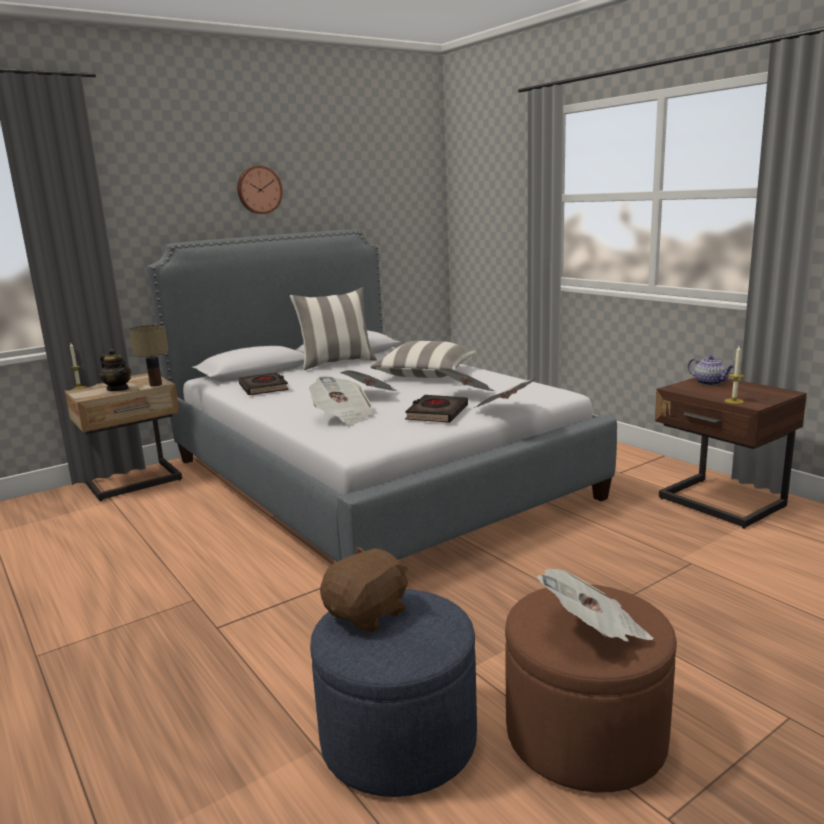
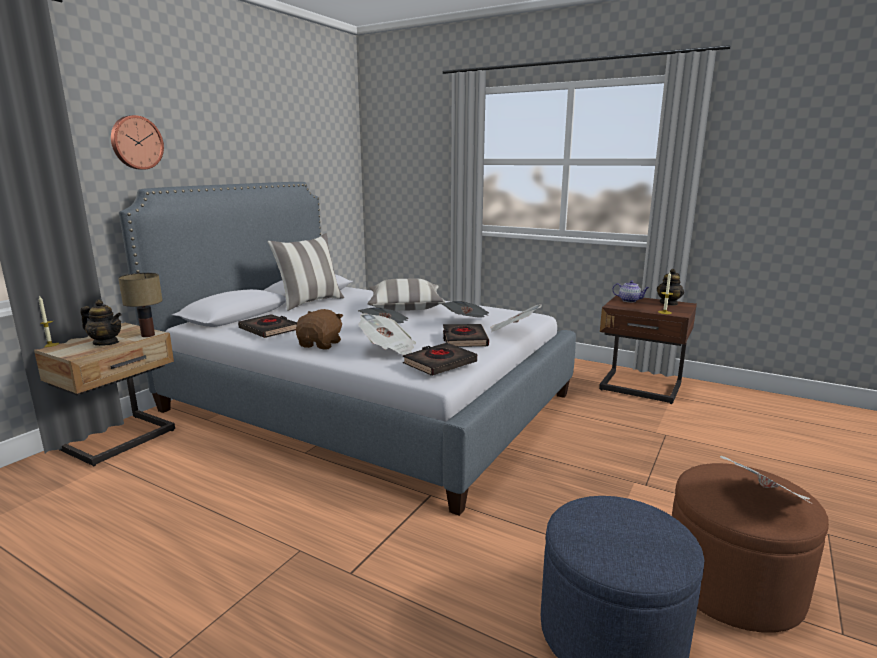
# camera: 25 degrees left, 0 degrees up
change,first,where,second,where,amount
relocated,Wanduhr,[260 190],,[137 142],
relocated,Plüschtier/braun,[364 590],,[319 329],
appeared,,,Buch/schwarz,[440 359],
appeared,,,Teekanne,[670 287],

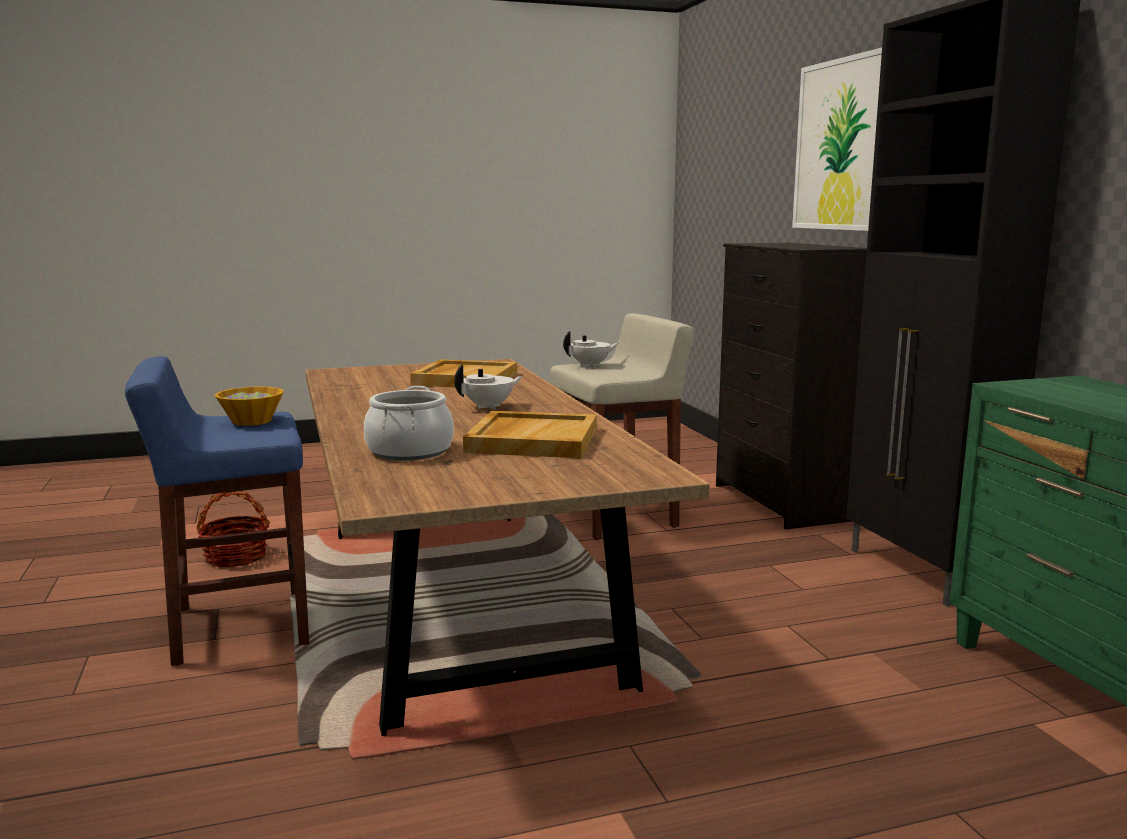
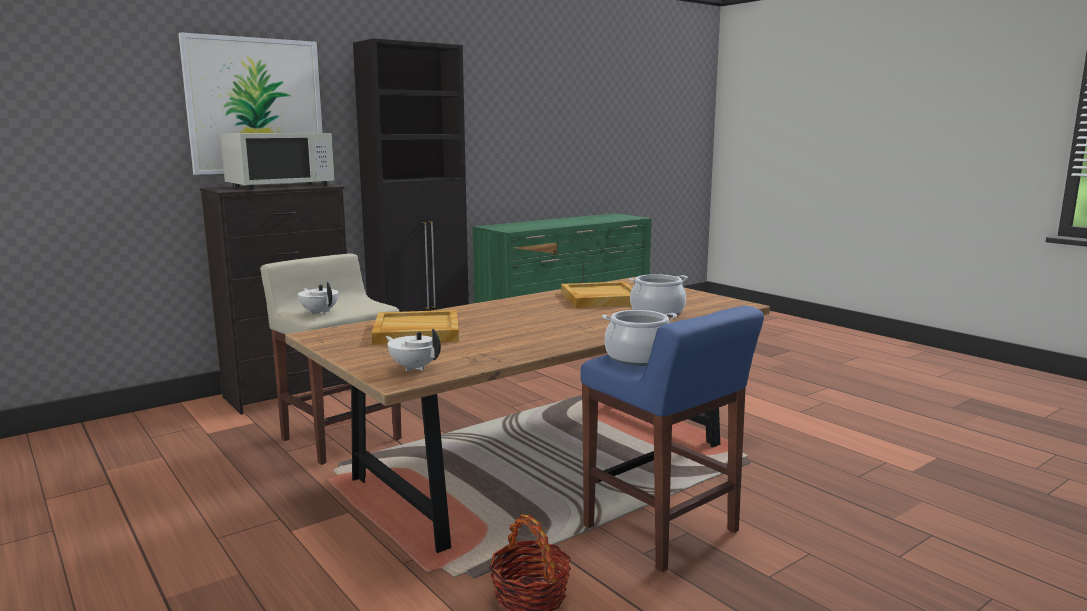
# camera: 110 degrees left, 0 degrees up
change,first,where,second,where,amount
exchanged,Schüssel,[249 406],Kochtopf,[639 338],
relocated,Teekanne/weiß,[488 387],,[413 350],
appeared,,,Mikrowelle/weiß,[277 161],

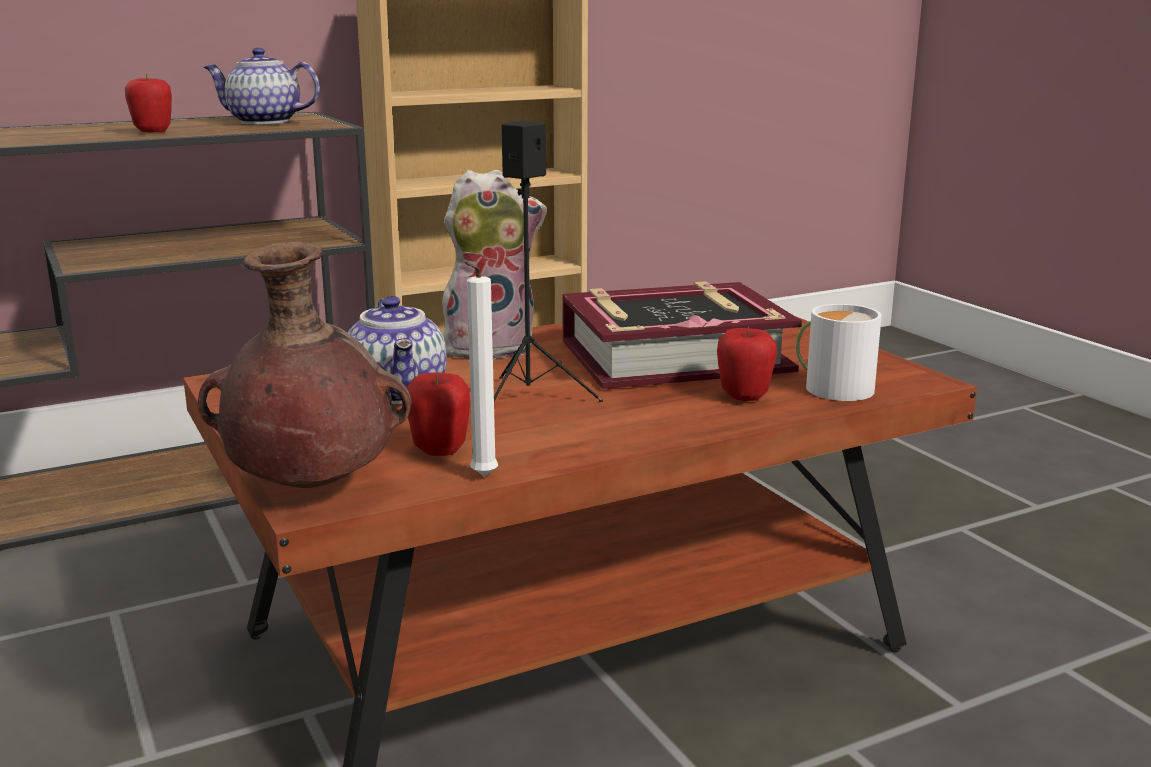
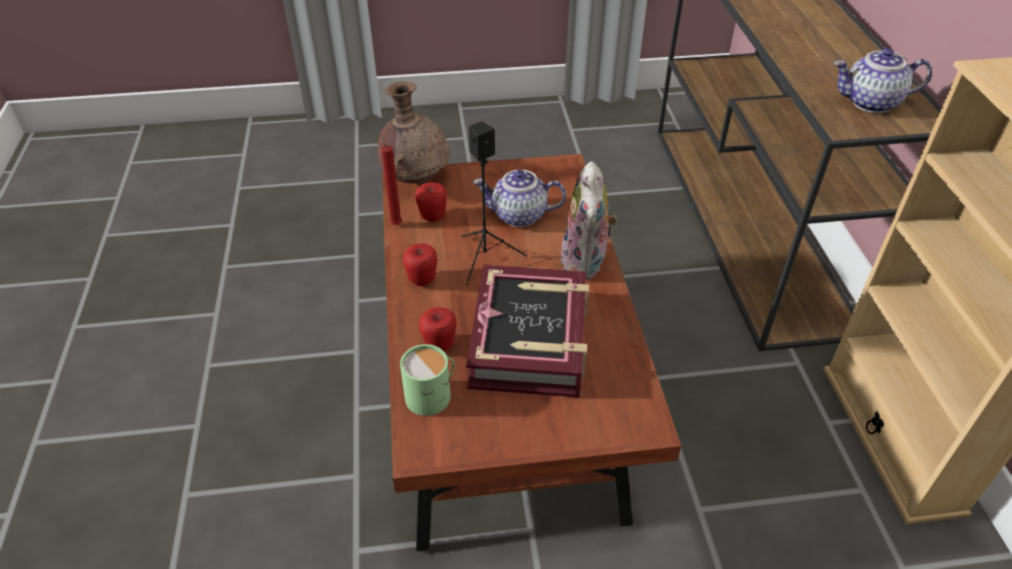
# camera: 110 degrees right, 25 degrees up
change,first,where,second,where,amount
relocated,Apfel,[148 103],,[420 264],
spun,Teekanne,[261 86],,[882 80],120 degrees counterclockwise
colour,Kerze/weiß,[480 368],Kerze/rot,[390 179],
colour,Henkelbecher/weiß,[838 352],Henkelbecher/grün,[427 380],

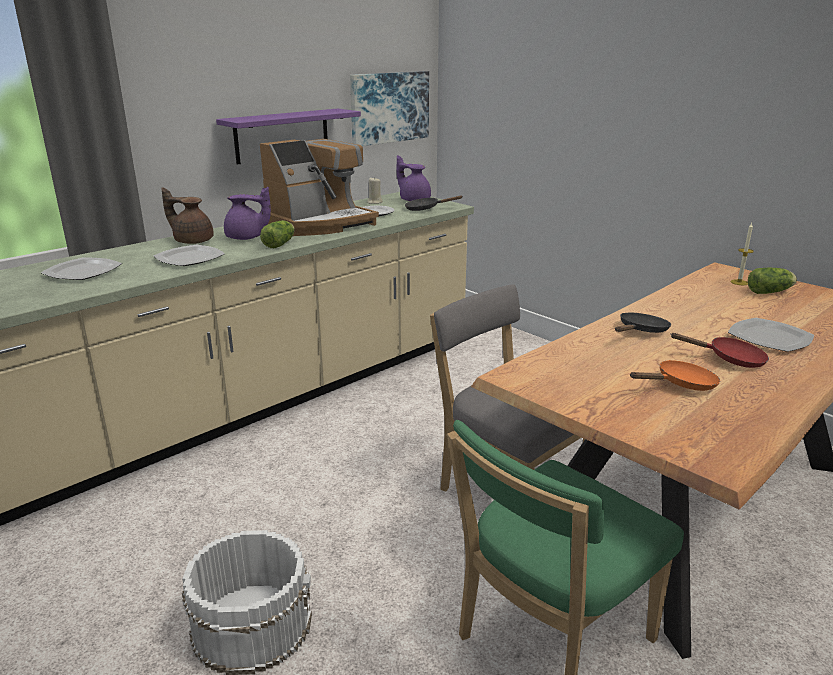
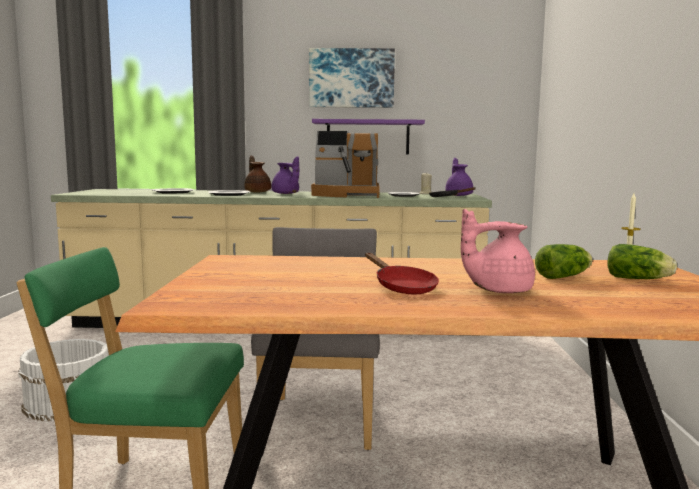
# camera: 45 degrees right, 15 degrees down
change,first,where,second,where,amount
relocated,Salatkopf,[277 234],,[564 261],
relocated,Bild,[389 108],,[352 78],
missing,Pfanne/schwarz,[643 323],,,
missing,Pfanne/orange,[675 375],,,
exchanged,Teller,[771 335],Teekanne/rosa,[498 251],

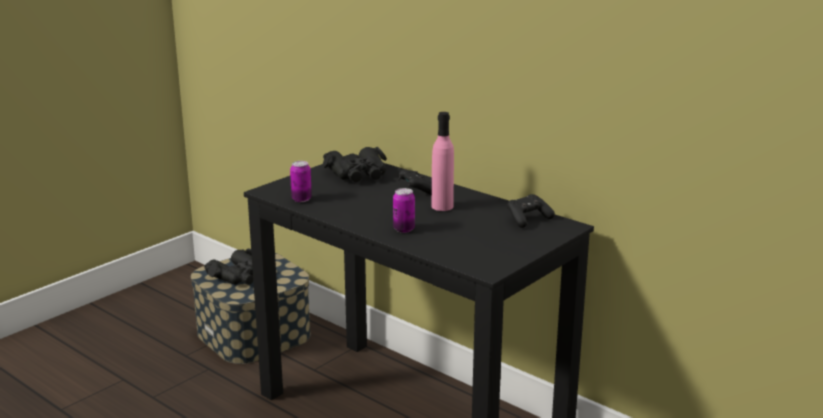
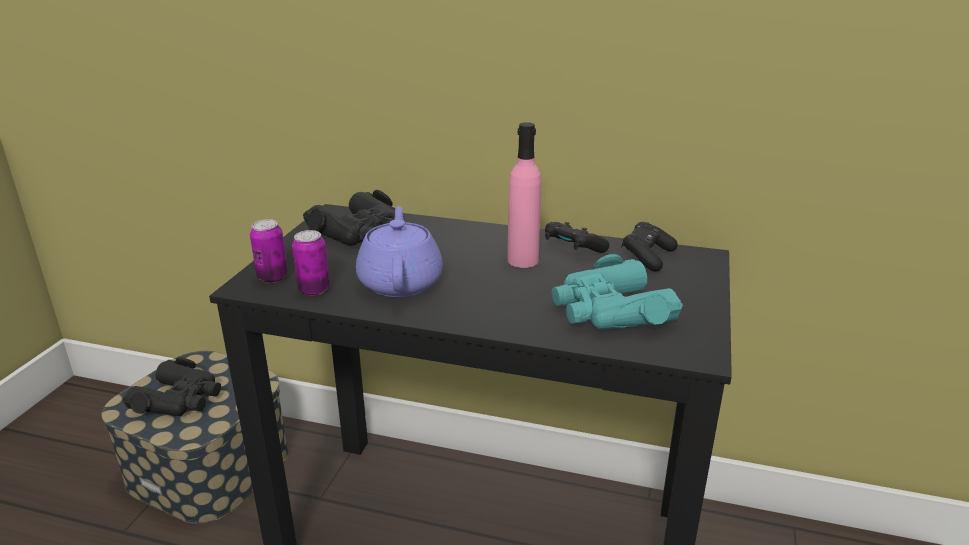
# camera: 25 degrees left, 5 degrees up
change,first,where,second,where,amount
relocated,Dose,[404 210],,[269 251],
relocated,Gamepad/schwarz,[415 182],,[577 237],
appeared,,,Teekanne/lila,[399 251],
appeared,,,Fernglas/türkis,[617 292],

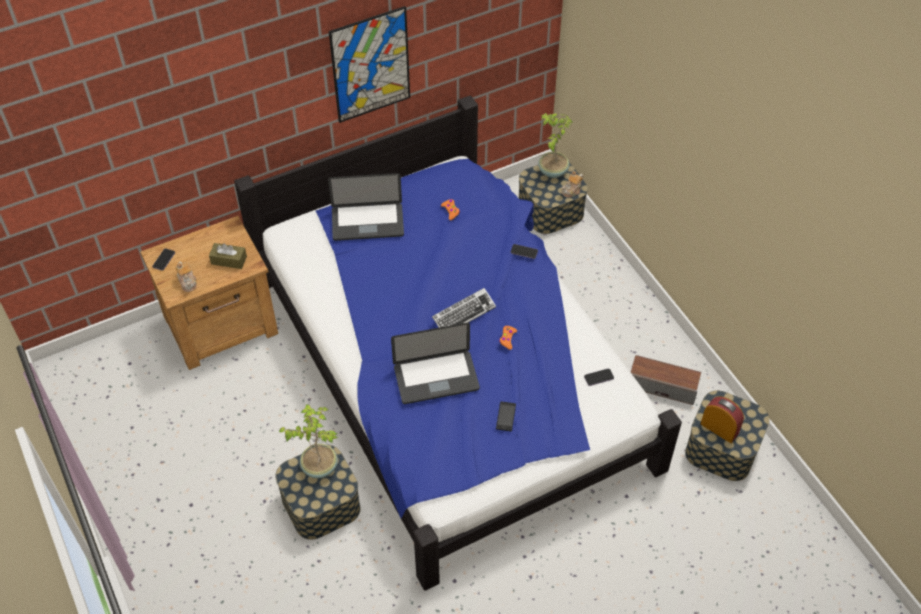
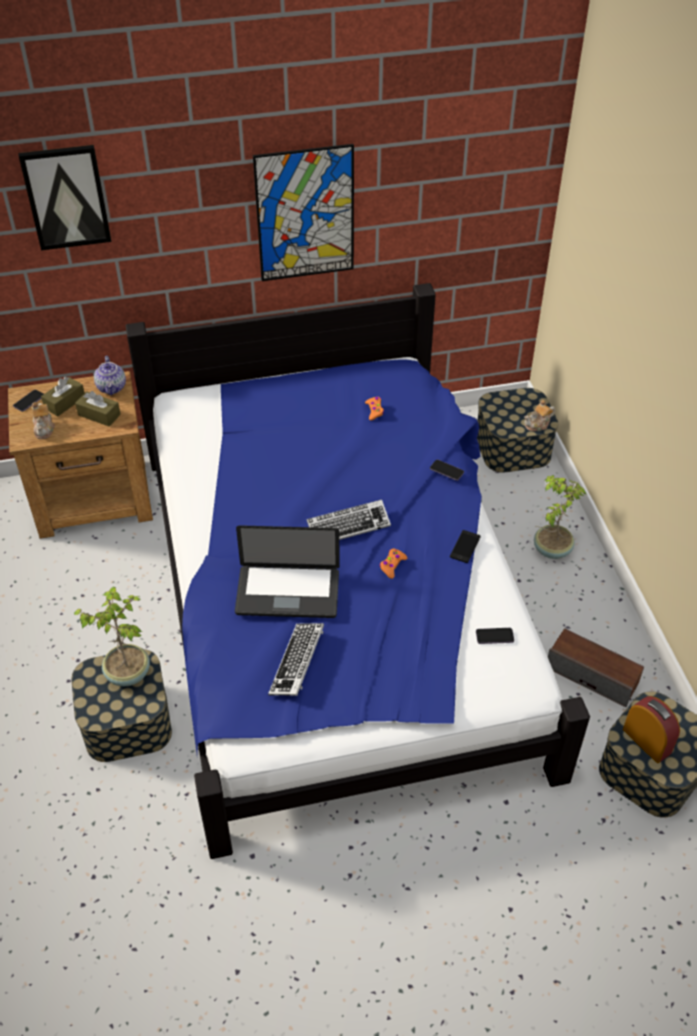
# camera: 15 degrees right, 5 degrees down
change,first,where,second,where,amount
missing,Laptop,[366 207],,,
relocated,Handy,[506 416],,[465 546],
relocated,Topfpflanze,[555 145],,[560 517],
appeared,,,Bild,[65 197],
appeared,,,Taschentuchbox/braun,[63 396],
appeared,,,Teekanne,[110 375],
appeared,,,Tastatur,[296 659],

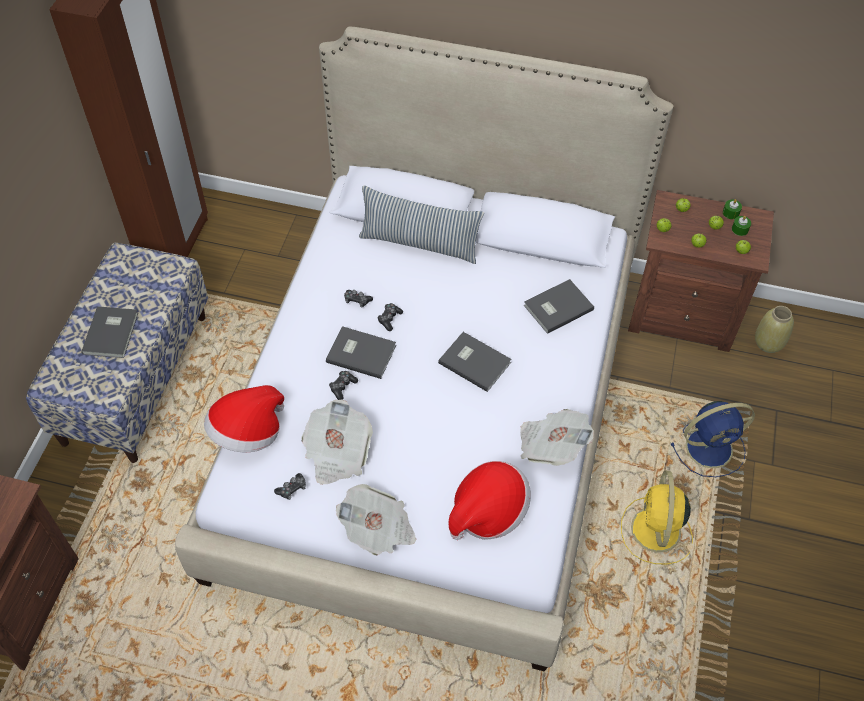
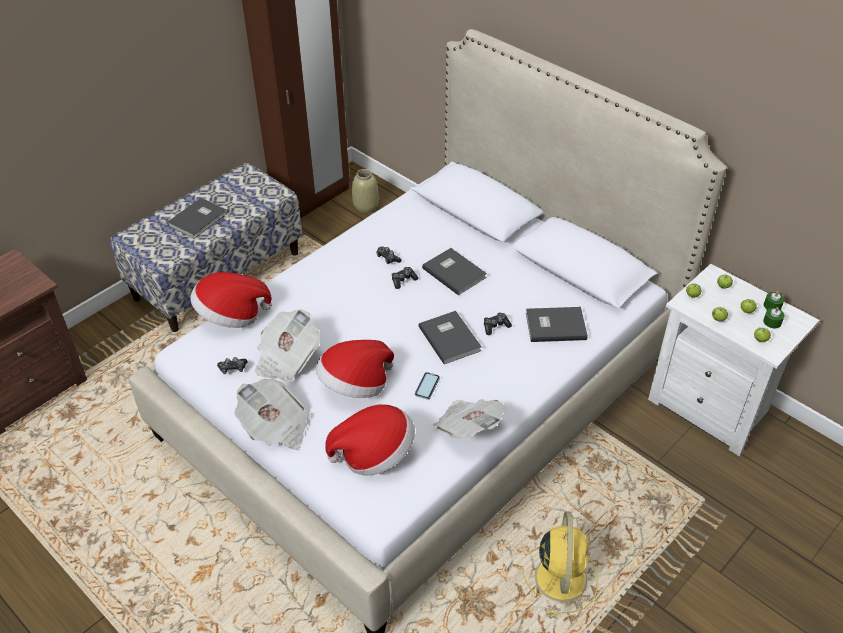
# camera: 30 degrees right, 10 degrees down
change,first,where,second,where,amount
relocated,Buch/grau,[361 352],,[454 271],
relocated,Gamepad,[343 385],,[498 324],
missing,Kissen,[421 225],,,
spun,Ventilator/gelb,[657 518],,[560 562],150 degrees clockwise
colour,Nachttisch/braun,[701 271],Nachttisch/weiß,[734 360],
missing,Ventilator/blau,[713 439],,,
relocated,Vase/beige,[774 329],,[365 191],
appeared,,,Hut,[355 369],
appeared,,,Handy,[427 386],

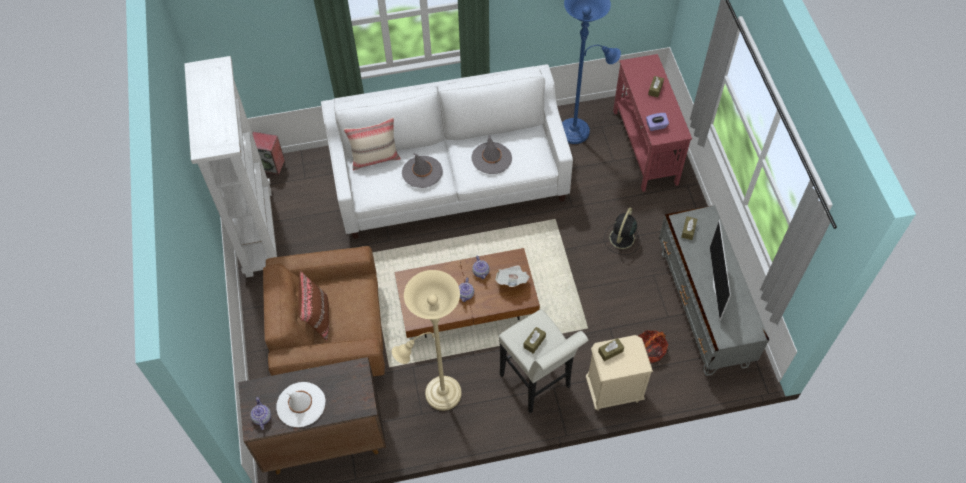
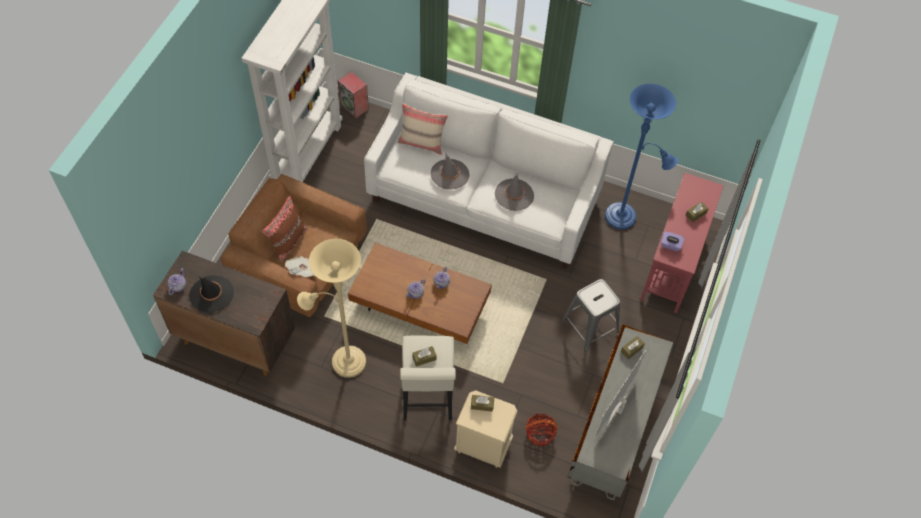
# camera: 30 degrees right, 0 degrees up
change,first,where,second,where,amount
colour,Hut/weiß,[300 404],Hut/schwarz,[211 294],
relocated,Zeitung,[512 276],,[300 266],
exchanged,Ventilator/schwarz,[621 231],Hocker/grau,[590 317],

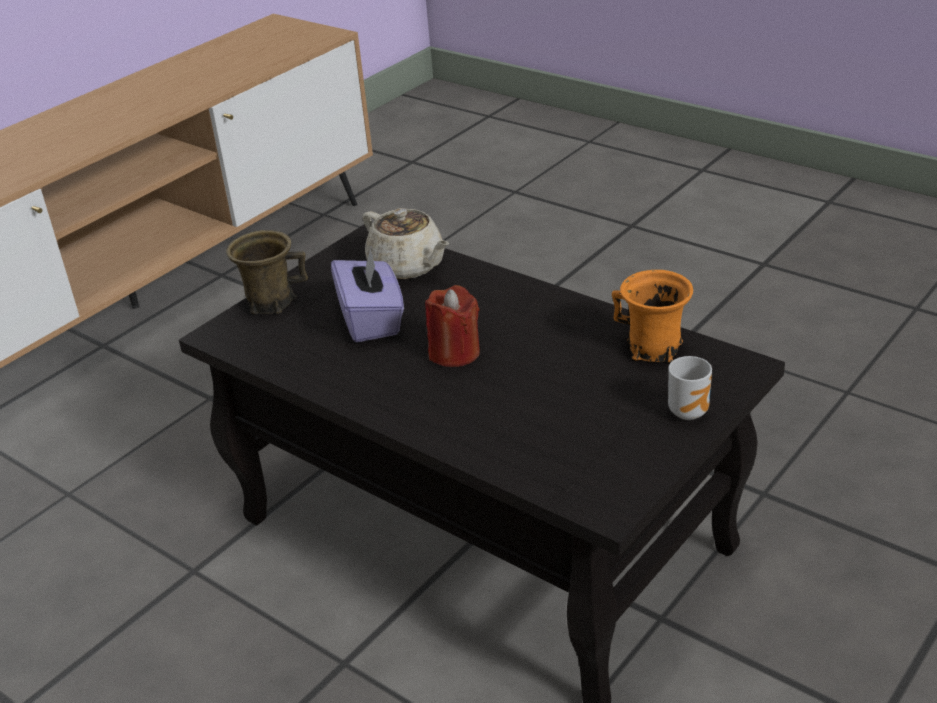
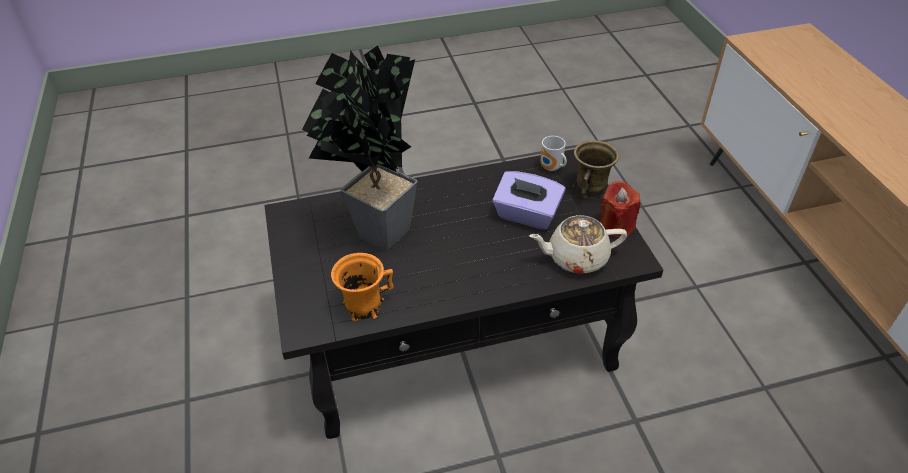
# camera: 125 degrees right, 10 degrees up
change,first,where,second,where,amount
relocated,Kerze/rot,[452 326],,[620 209],
relocated,Henkelbecher,[690 388],,[554 153],
appeared,,,Topfpflanze,[360 148],

